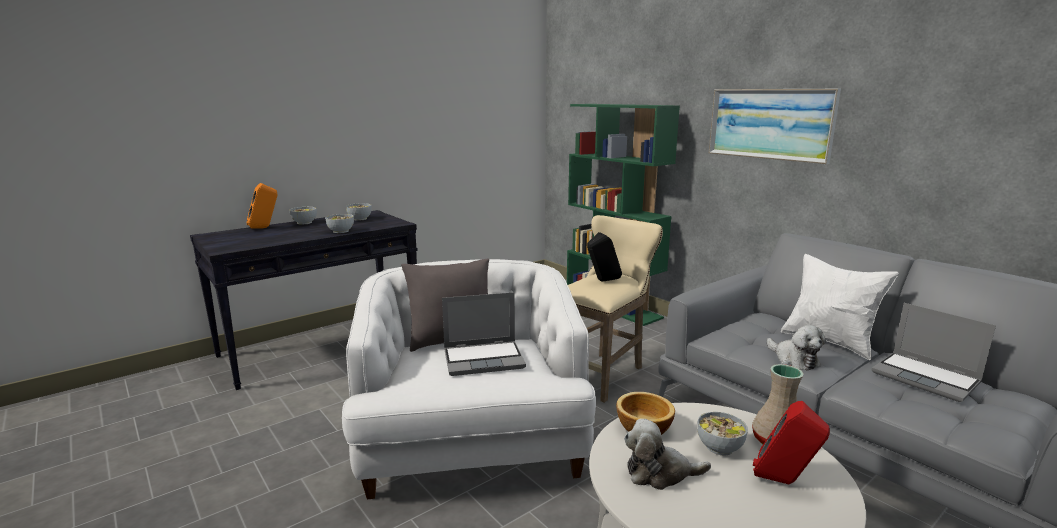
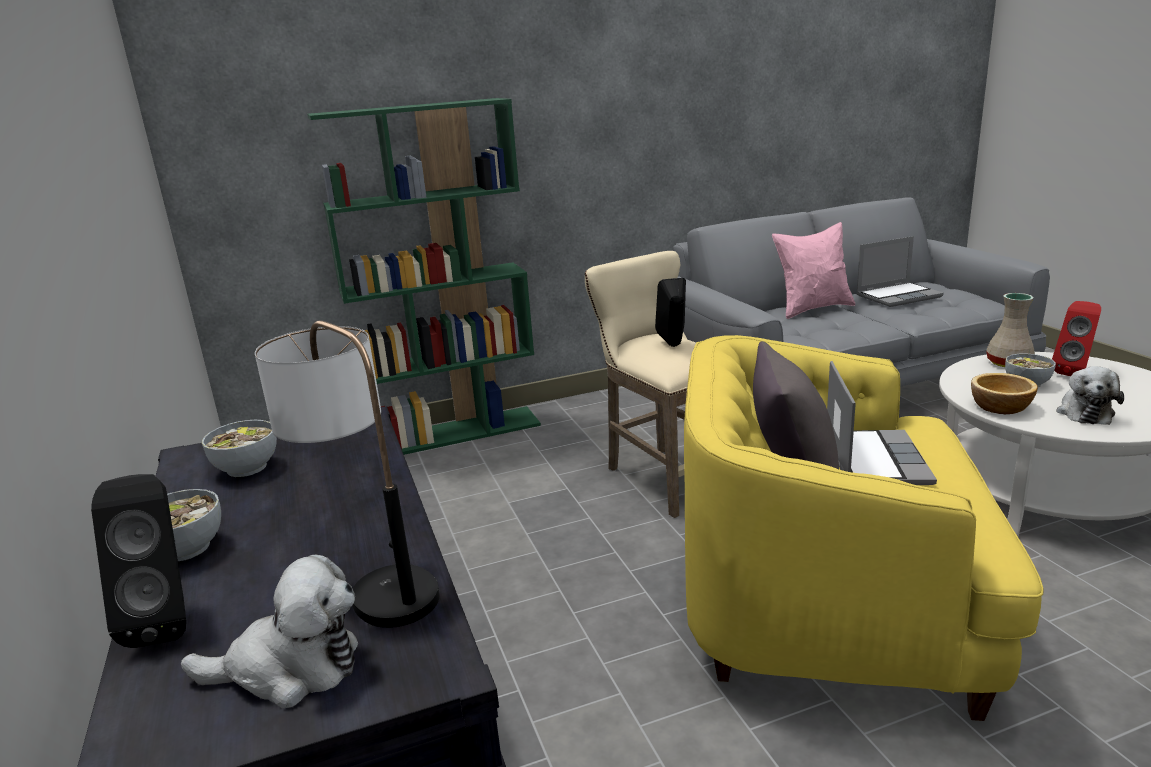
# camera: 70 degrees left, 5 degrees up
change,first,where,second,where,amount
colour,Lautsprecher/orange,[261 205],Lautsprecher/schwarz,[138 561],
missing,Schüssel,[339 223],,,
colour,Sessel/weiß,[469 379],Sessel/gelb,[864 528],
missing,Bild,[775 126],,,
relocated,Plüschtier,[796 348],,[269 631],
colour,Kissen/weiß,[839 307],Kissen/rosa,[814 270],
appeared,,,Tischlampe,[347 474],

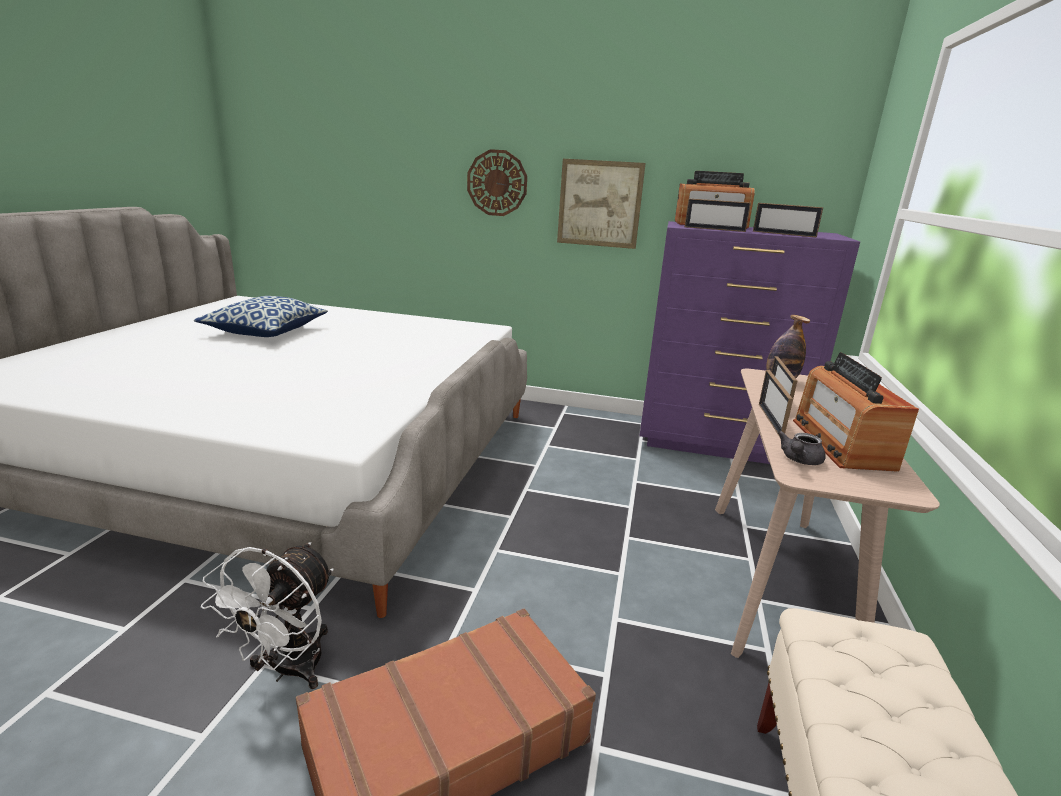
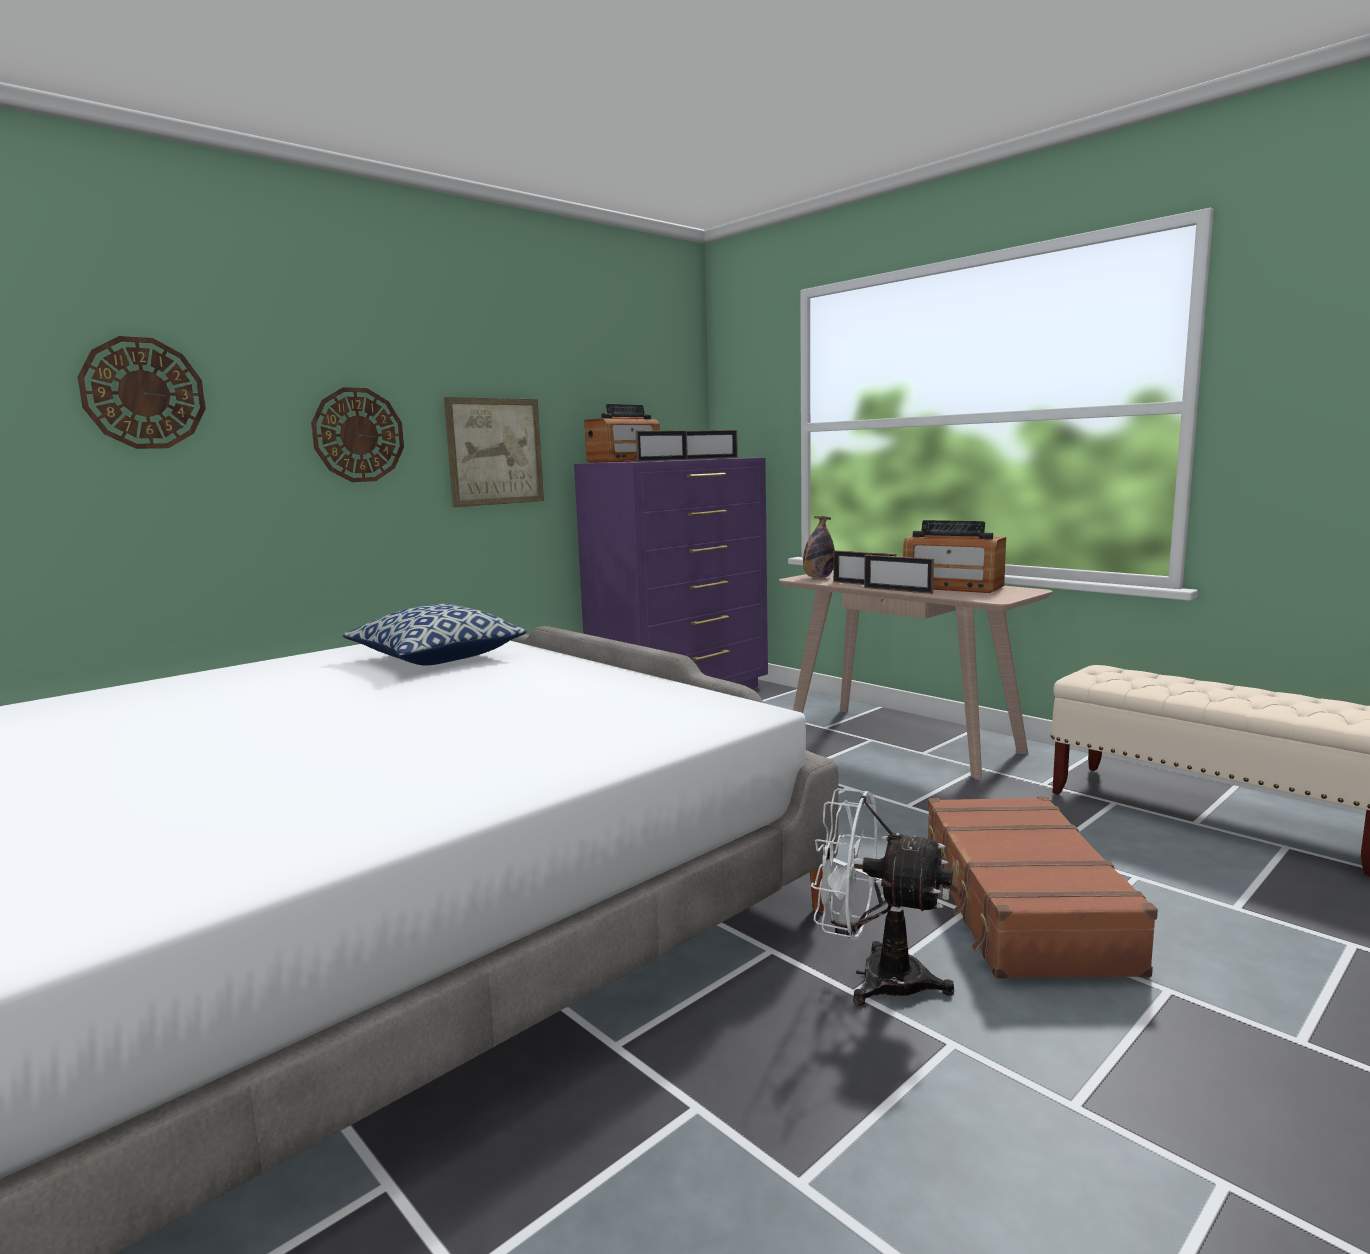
# camera: 55 degrees left, 10 degrees down
change,first,where,second,where,amount
relocated,Kissen,[261 316],,[434 635],
spun,Ventilator/weiß,[267 615],,[882 896],150 degrees clockwise
missing,Teekanne/grau,[802 448],,,
appeared,,,Wanduhr,[141 392],

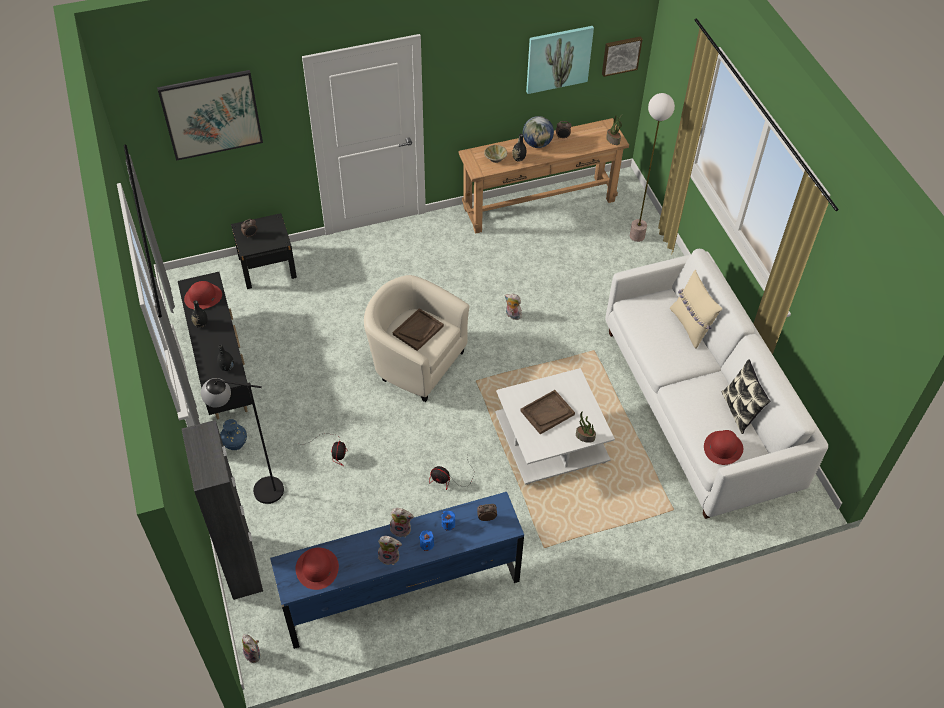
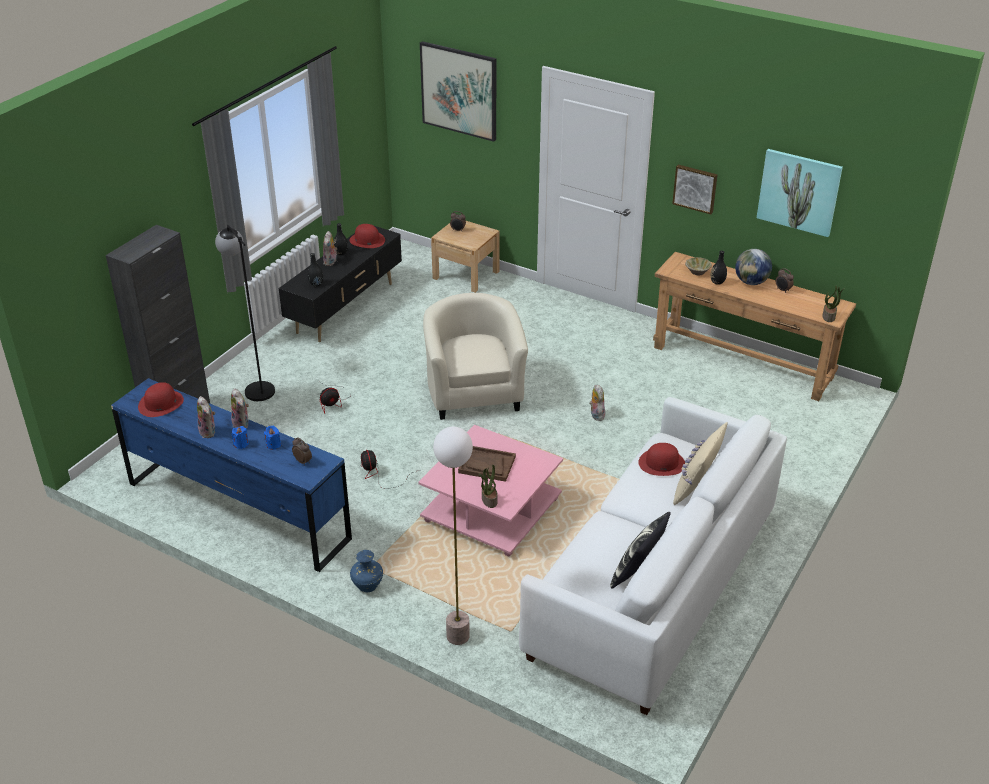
# camera: 50 degrees right, 15 degrees down
change,first,where,second,where,amount
relocated,Vase/blau,[233 434],,[366 571],
colour,Nachttisch/schwarz,[264 251],Nachttisch/beige,[465 257],
relocated,Plüschtier,[251 648],,[330 248],
missing,Tablett/braun,[418 329],,,
colour,Couchtisch/weiß,[555 426],Couchtisch/rosa,[490 491],
relocated,Bild,[622 56],,[695 189],
relocated,Stehlampe,[652 167],,[453 536],
relocated,Hut/rot,[723 447],,[661 459],

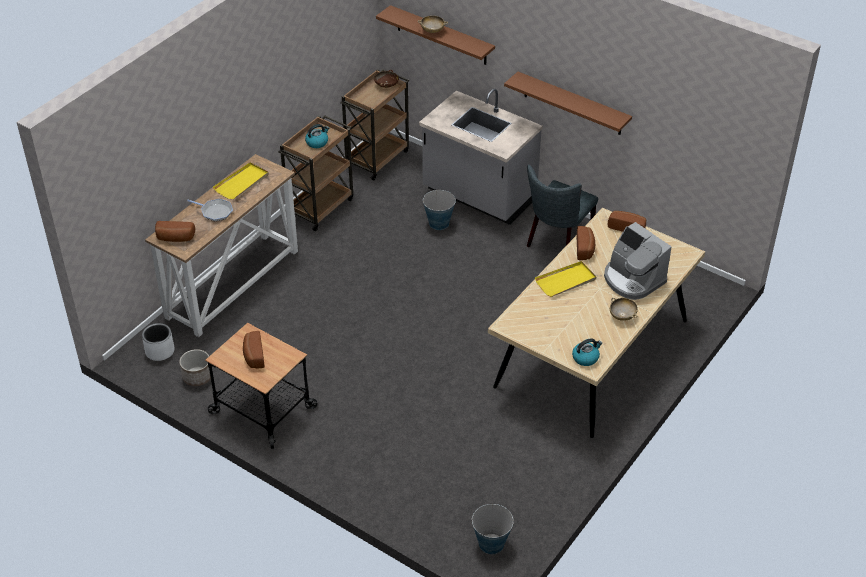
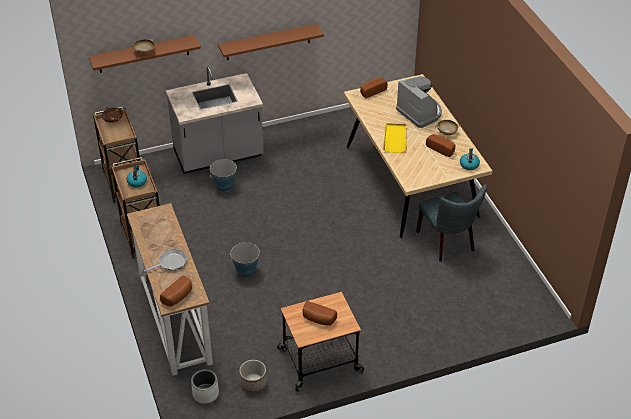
# camera: 55 degrees left, 0 degrees up
change,first,where,second,where,amount
missing,Tablett/gelb,[241 181],,,
relocated,Eimer,[492 529],,[245 260],
relocated,Stuhl/grau,[562 205],,[451 223],
relocated,Brot,[586 243],,[440 145],
spun,Kaffeemaschine,[638 261],,[419 102],120 degrees counterclockwise

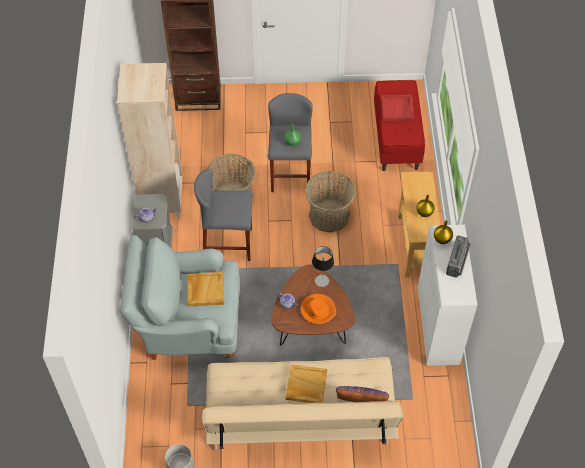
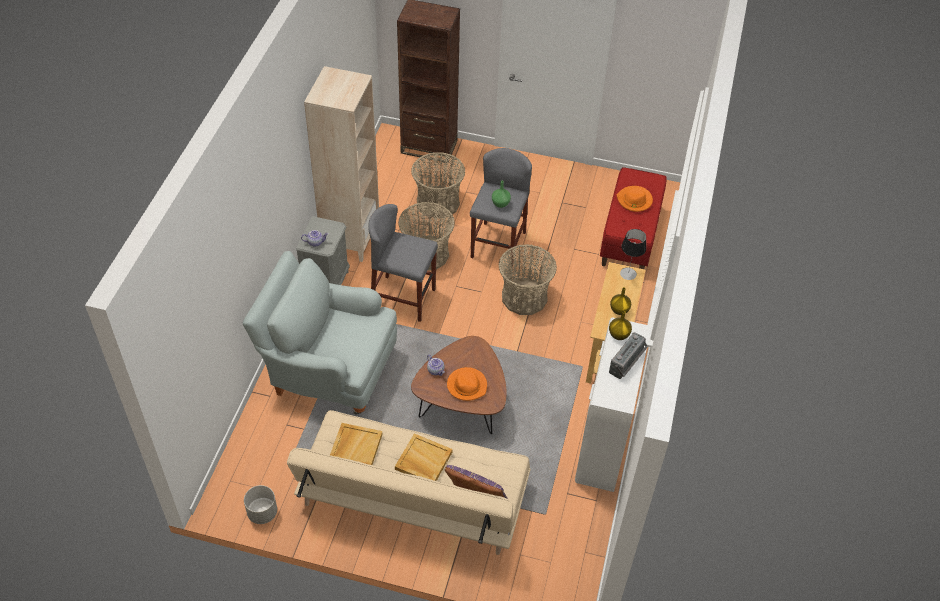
# camera: 15 degrees right, 5 degrees down
change,first,where,second,where,amount
relocated,Tablett/beige,[206 289],,[356 444],
relocated,Tischlampe,[323 266],,[633 254],
exchanged,Tablett/rot,[397 108],Hut/orange,[635 199],
appeared,,,Korb,[438 185],

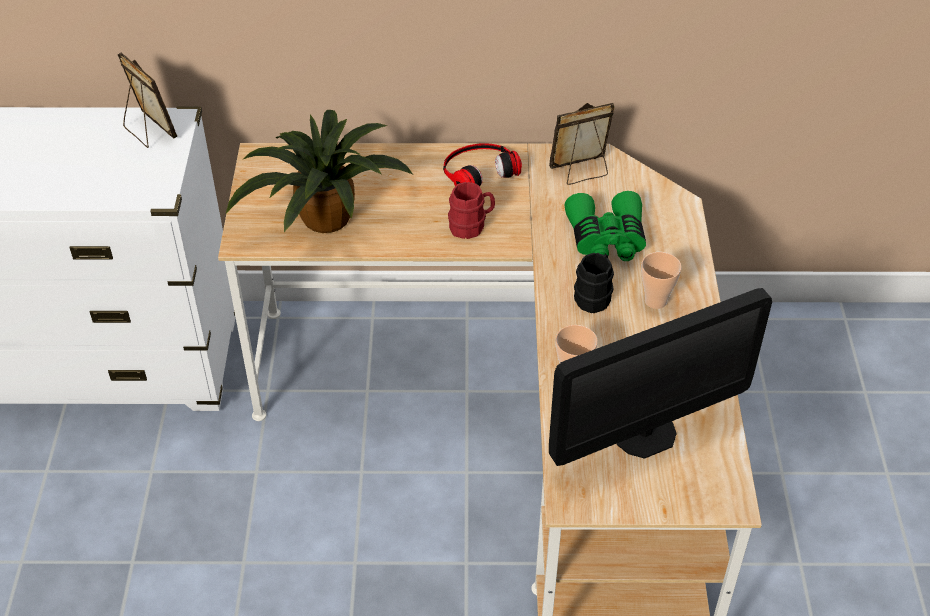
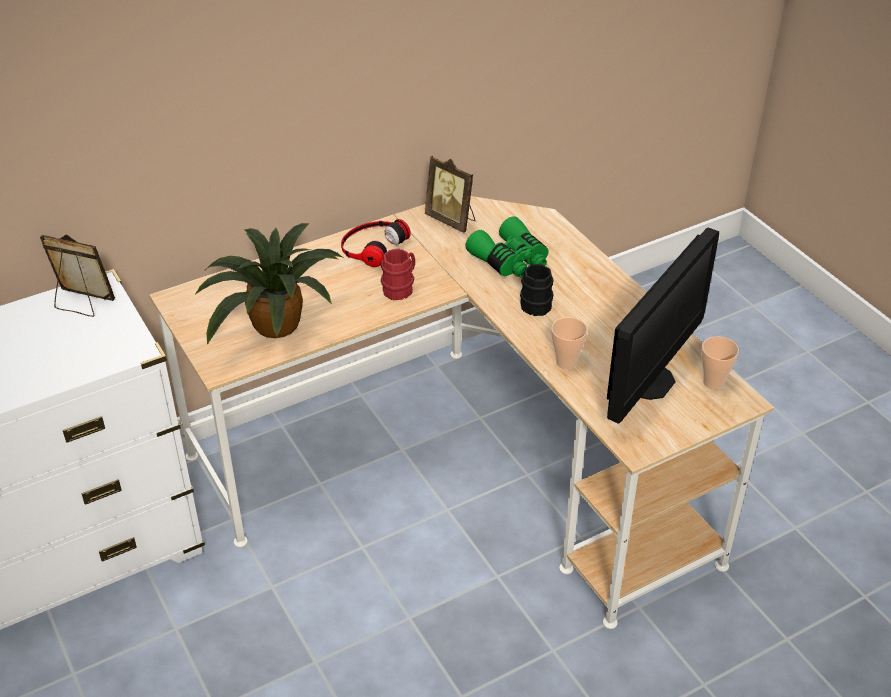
# camera: 30 degrees left, 5 degrees down
change,first,where,second,where,amount
spun,Bilderrahmen,[582 144],,[450 194],90 degrees counterclockwise
relocated,Tasse,[661 280],,[720 363],

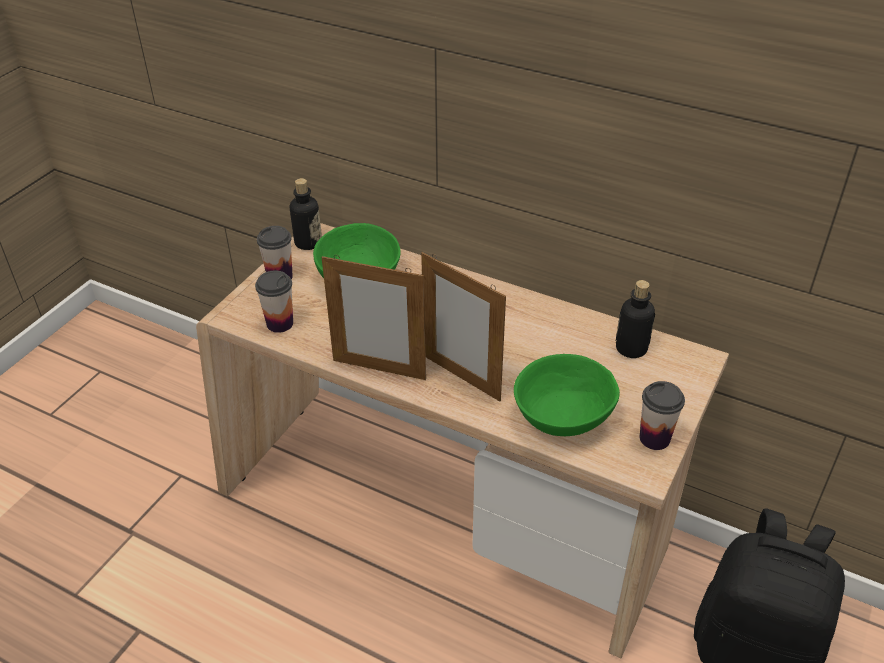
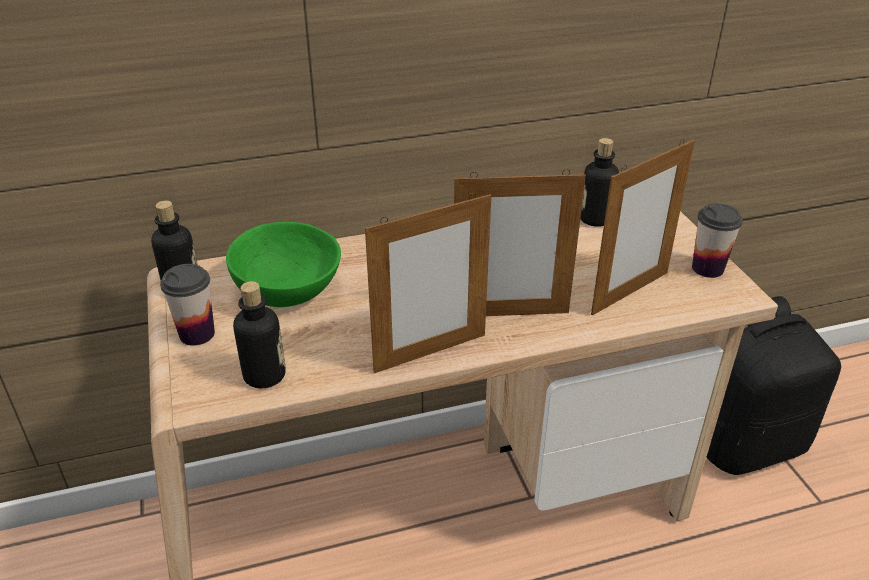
# camera: 45 degrees left, 5 degrees down
change,first,where,second,where,amount
exchanged,Tasse,[274 301],Flasche,[259 334],
exchanged,Schüssel/grün,[567 395],Bilderrahmen,[643 227],

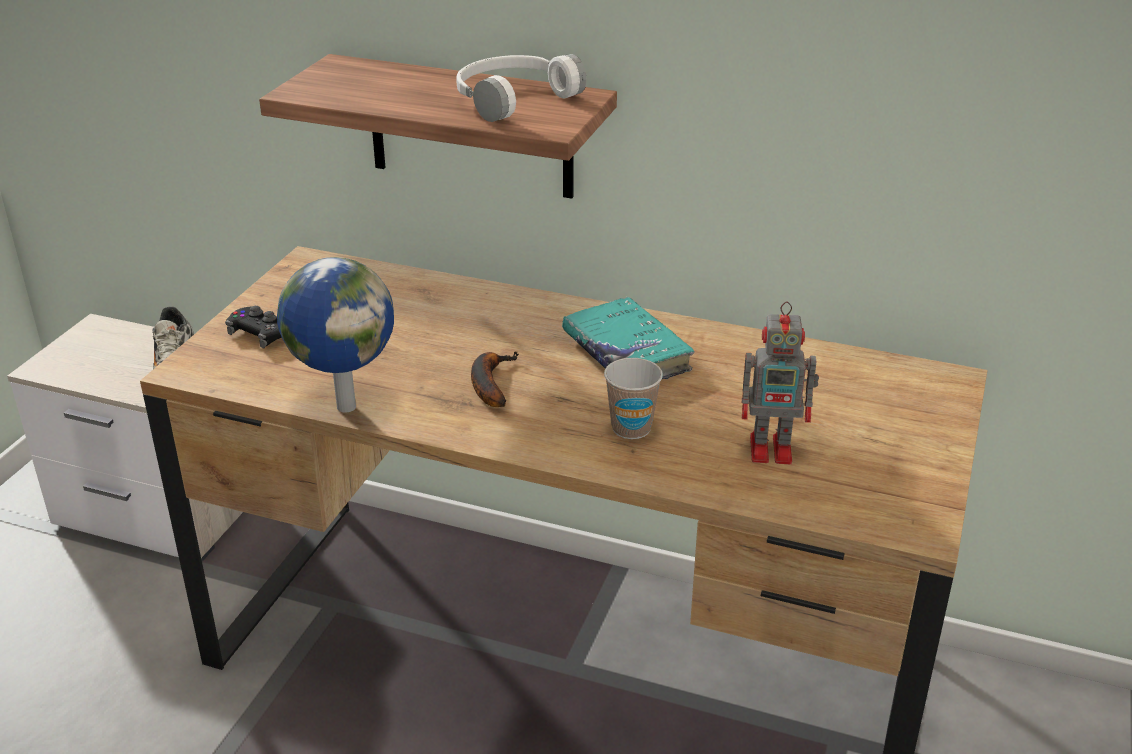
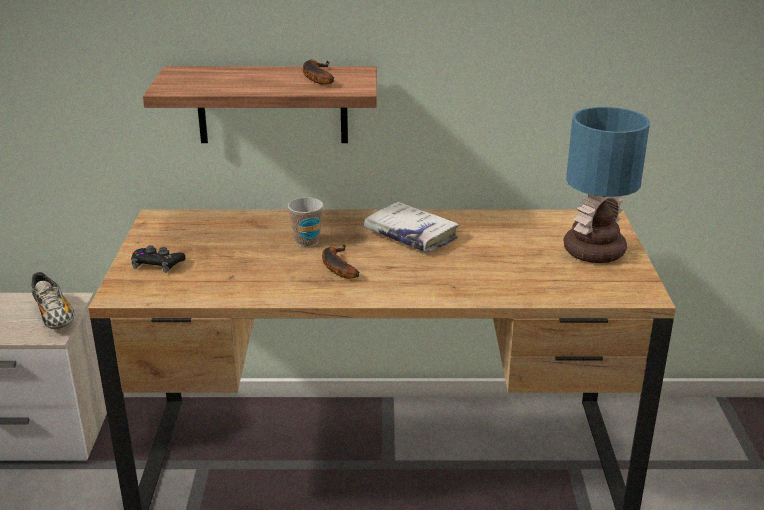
# camera: 20 degrees left, 5 degrees down
change,first,where,second,where,amount
missing,Globus,[335 335],,,
exchanged,Kopfhörer/weiß,[521 88],Banane,[318 72],
colour,Buch/türkis,[628 338],Buch/weiß,[411 227],
relocated,Tasse,[633 398],,[305 222],
missing,Spielzeugroboter,[780 382],,,
appeared,,,Tischlampe,[606 185],

